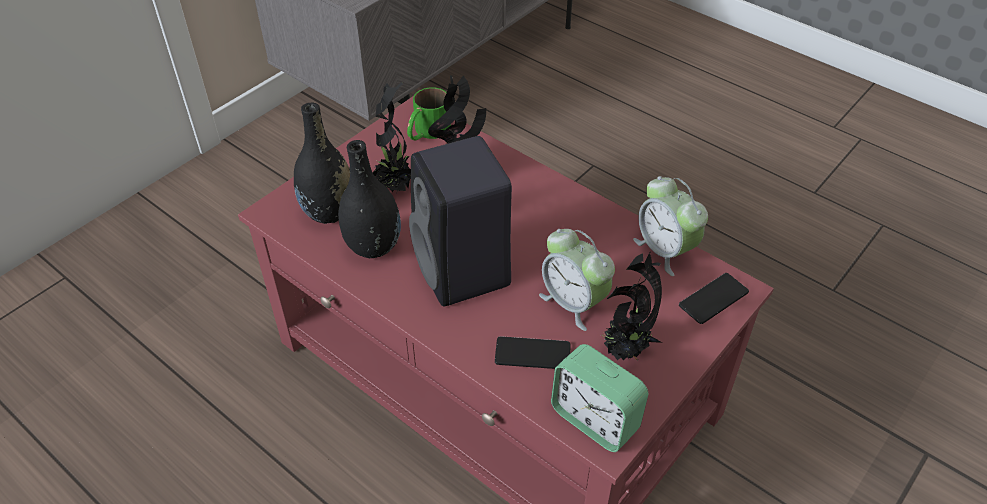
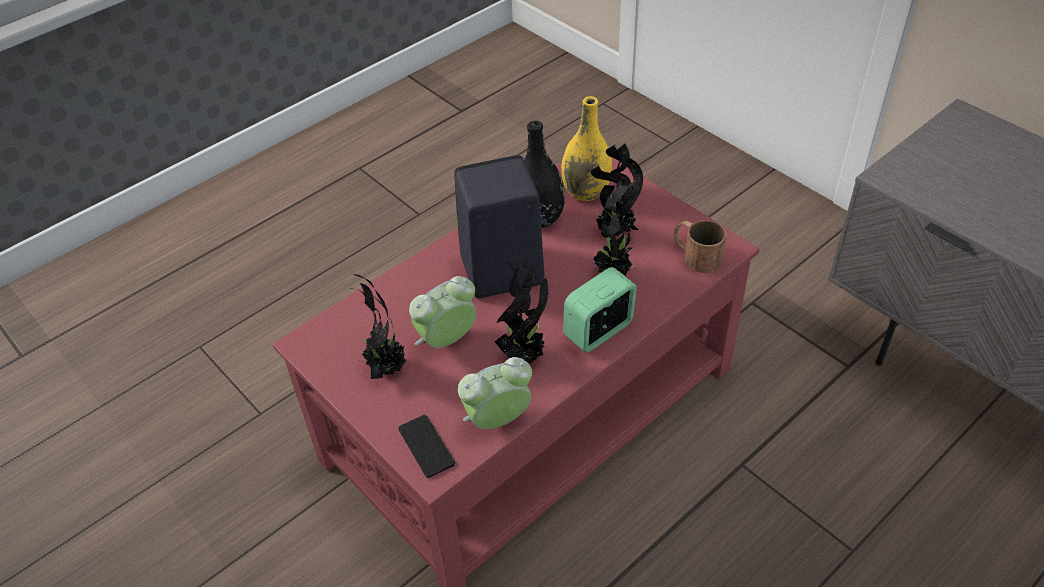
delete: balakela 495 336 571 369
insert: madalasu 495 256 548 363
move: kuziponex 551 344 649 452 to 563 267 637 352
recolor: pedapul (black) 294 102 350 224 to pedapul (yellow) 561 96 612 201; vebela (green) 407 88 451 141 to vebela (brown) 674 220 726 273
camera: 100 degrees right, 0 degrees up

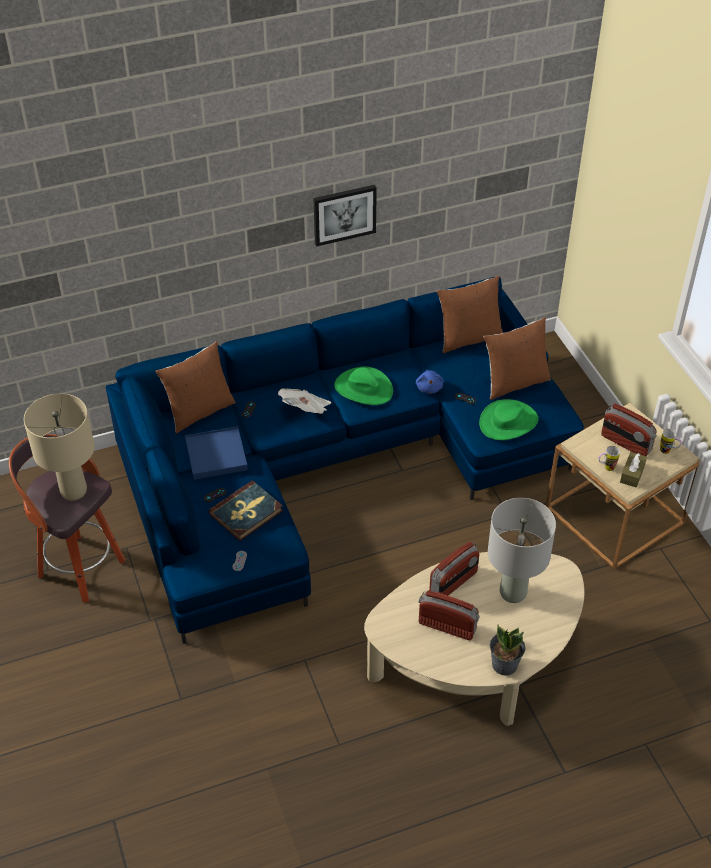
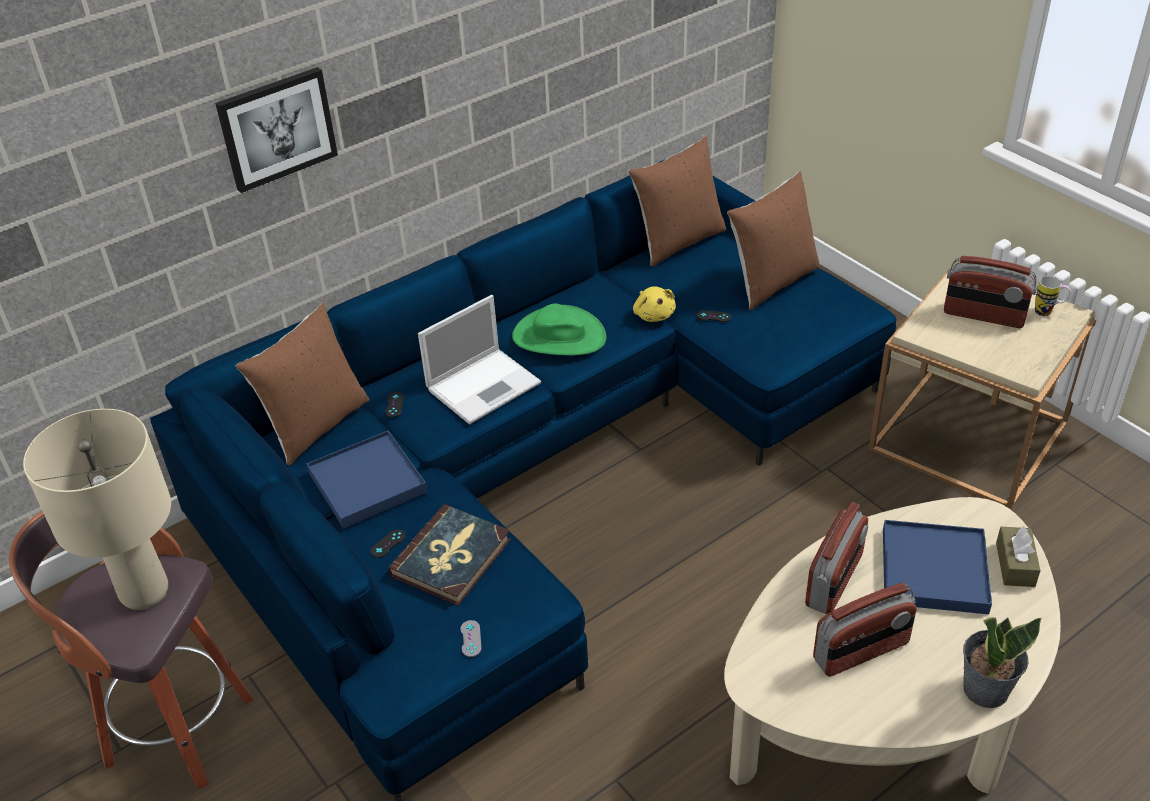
delete: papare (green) 479 399 539 440; vebela 598 446 620 471
move: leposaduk 314 185 377 247 to 215 67 338 193; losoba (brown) 620 452 647 488 to 996 526 1040 587
replace: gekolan 278 389 331 414 to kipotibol 418 295 541 424; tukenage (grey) 488 498 556 603 to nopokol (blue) 883 520 992 614
recolor: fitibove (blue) 416 370 444 394 to fitibove (yellow) 633 286 676 322
rotate: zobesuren 419 590 479 640 = 813 583 917 677 150 degrees clockwise
camera: 15 degrees left, 5 degrees down

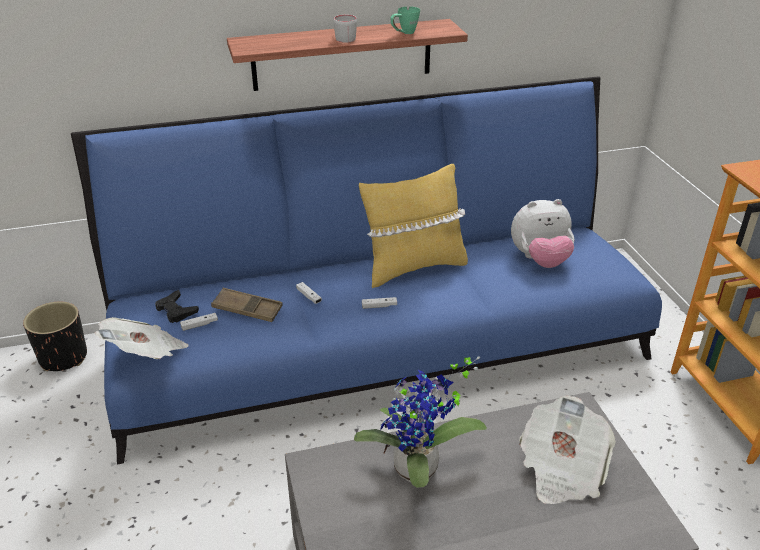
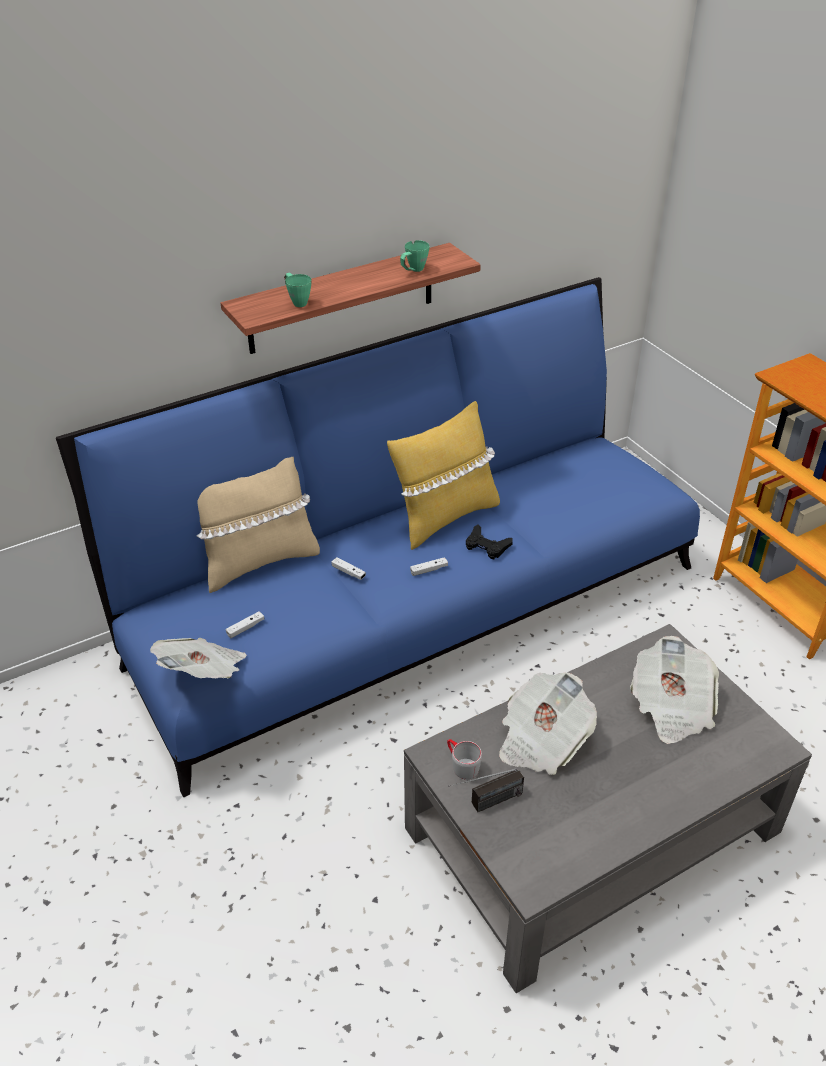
delete: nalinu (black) 23 302 87 371; nopokol (brown) 211 288 283 322; fitibove 511 199 574 268
insert: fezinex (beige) 197 457 320 593; vebela (green) 284 273 312 307; zobesuren 448 768 524 812
move: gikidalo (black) 155 290 199 323 to 466 524 513 559; vebela (grey) 333 15 357 43 to 447 739 482 779
replace: madalasu 354 356 487 488 to gekolan 499 673 597 775
camera: 15 degrees left, 5 degrees up

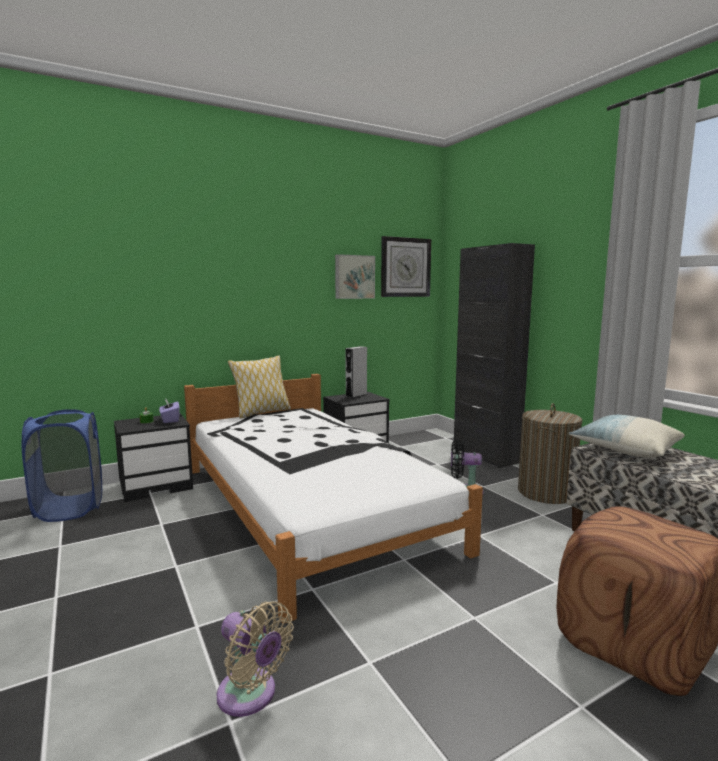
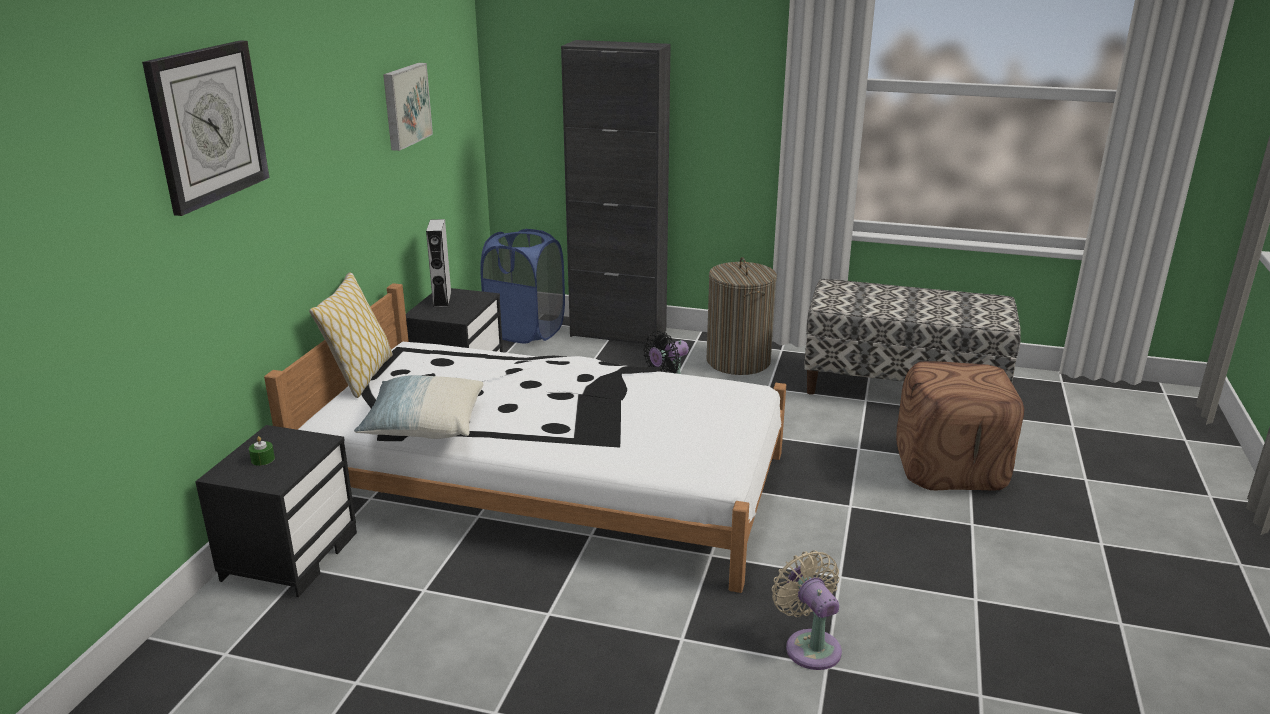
delete: losoba (purple) 159 399 180 423
move: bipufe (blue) 22 409 102 522 to 480 229 565 343; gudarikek 381 236 431 297 to 142 40 269 216; fezinex 569 415 685 458 to 354 375 484 439
rotate: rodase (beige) 217 601 294 717 = 772 551 842 670 105 degrees counterclockwise
camera: 45 degrees left, 15 degrees up

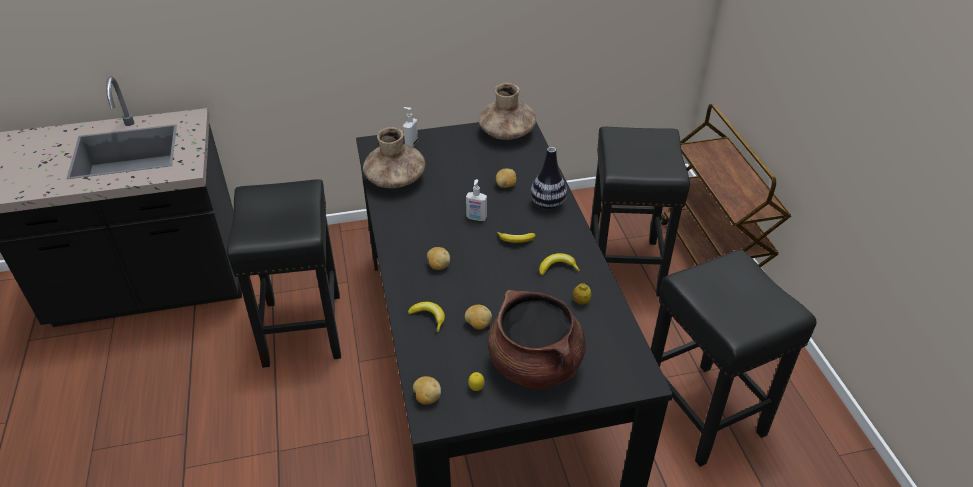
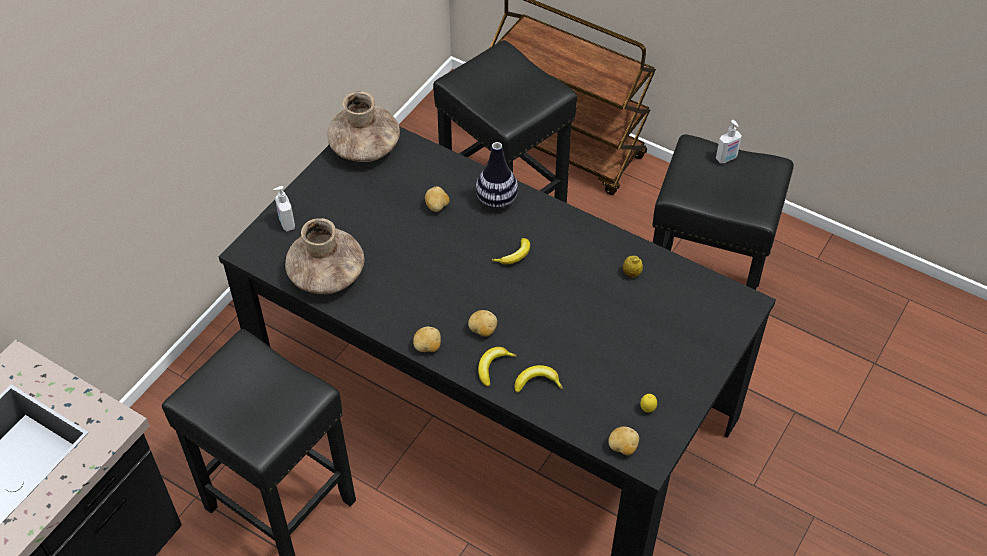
delete: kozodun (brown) 488 290 586 389
move: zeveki 465 305 492 329 to 413 327 441 352; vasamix 466 179 487 221 to 716 120 742 163; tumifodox 539 253 580 276 to 478 347 516 387
camera: 45 degrees left, 10 degrees up

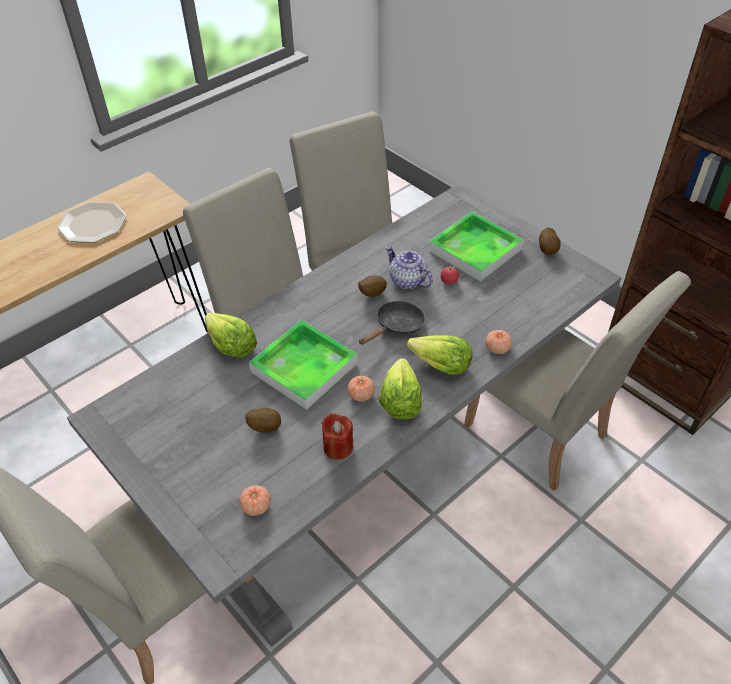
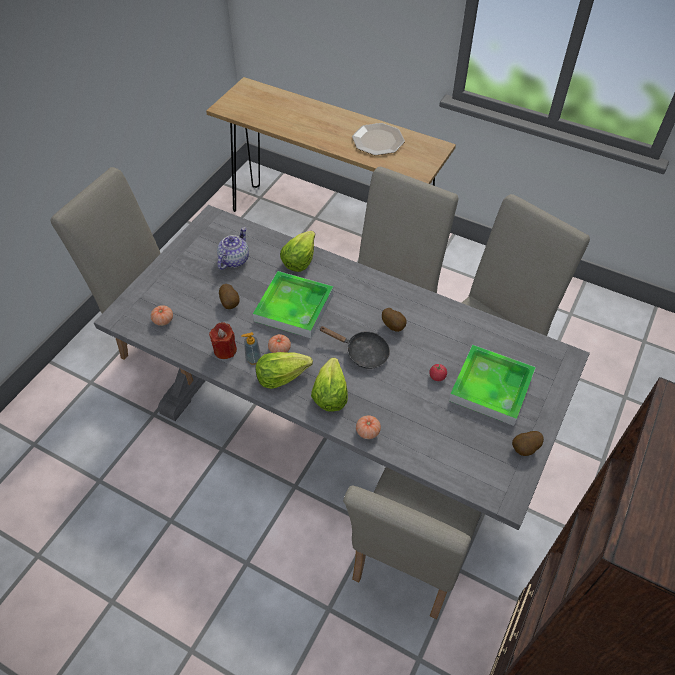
insert: vasamix 241 332 261 365
move: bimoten 385 246 433 289 to 217 227 249 270
camera: 70 degrees right, 5 degrees up

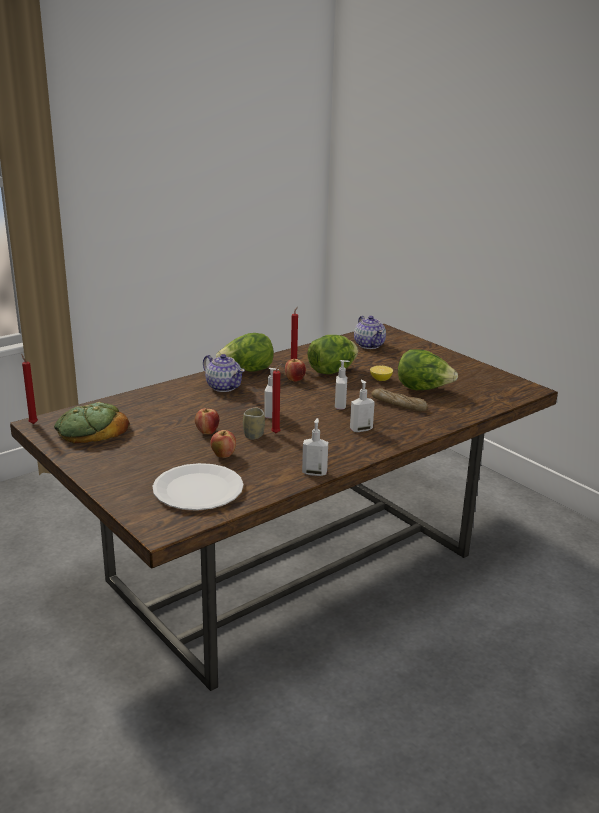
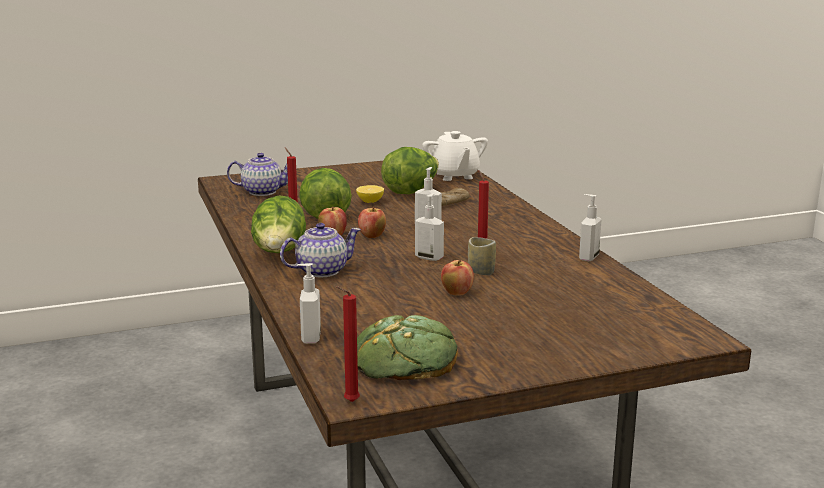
delete: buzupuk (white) 152 463 243 510
insert: bimoten (white) 422 131 488 181
move: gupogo 210 430 236 458 to 358 207 386 238; vasamix 350 379 375 432 to 297 263 321 344
camera: 70 degrees left, 5 degrees down

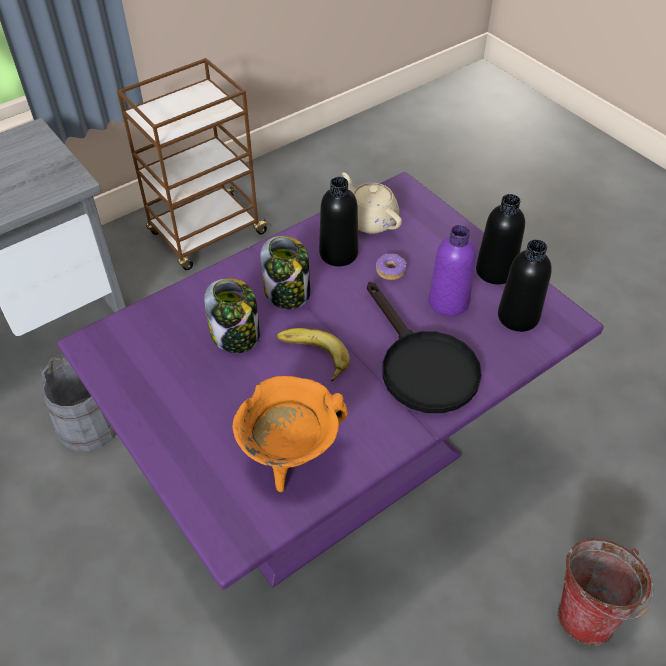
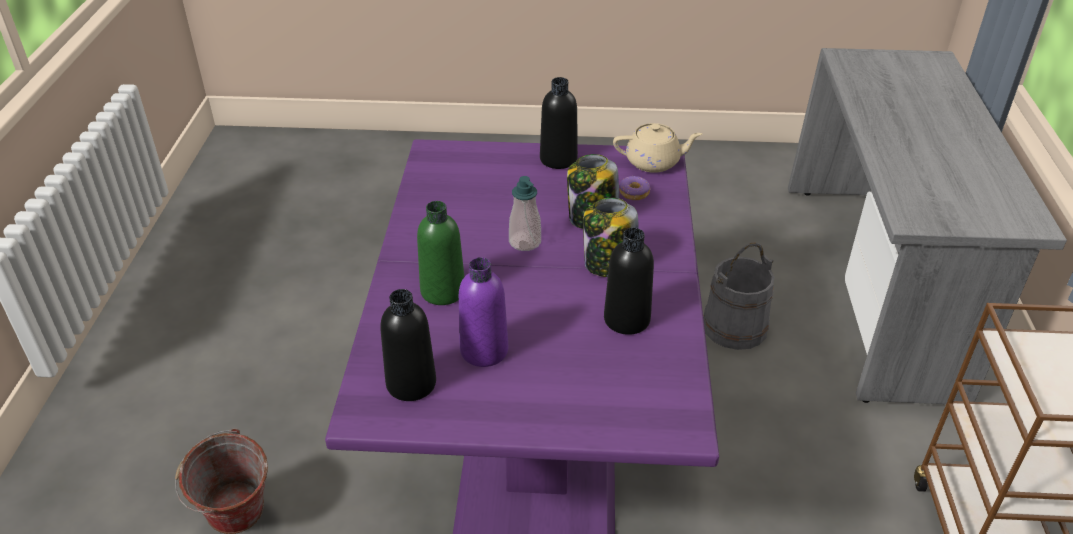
delete: kozodun (orange) 232 376 348 492
move: bimoten (beige) 342 172 402 234 to 613 123 702 173; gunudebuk 376 253 406 280 to 619 176 650 200; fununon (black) 476 194 525 285 to 540 77 578 169
replace: tumifodox 277 328 350 381 to vasamix 509 176 541 251; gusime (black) 367 282 482 413 to fununon (green) 417 201 465 305
camera: 130 degrees right, 10 degrees down

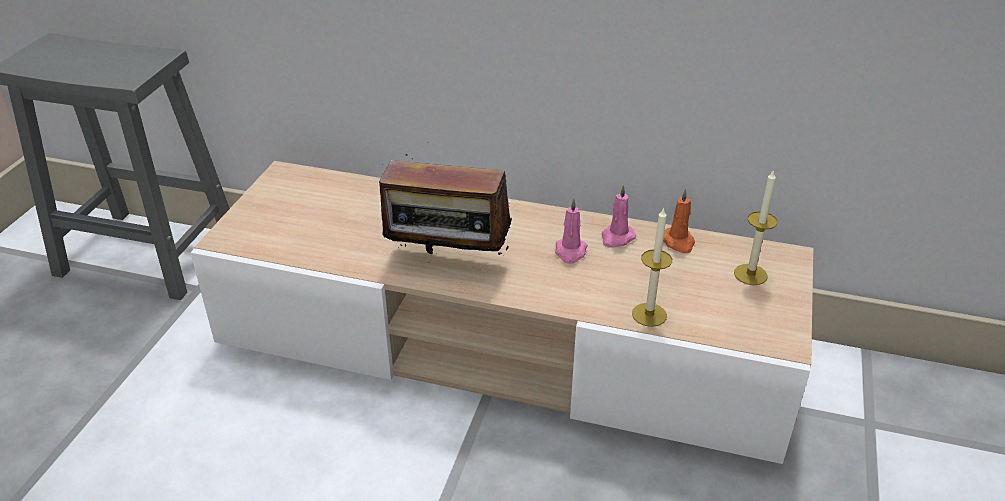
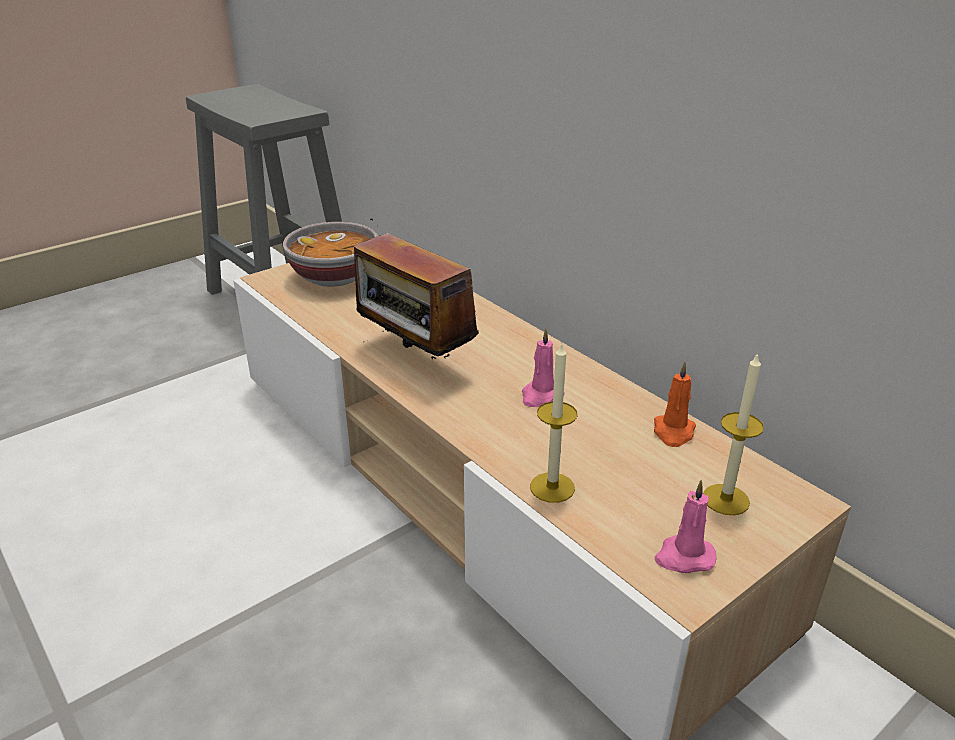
insert: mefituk 283 222 378 287
move: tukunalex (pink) 601 185 636 248 to 655 480 717 573
camera: 35 degrees right, 5 degrees down

